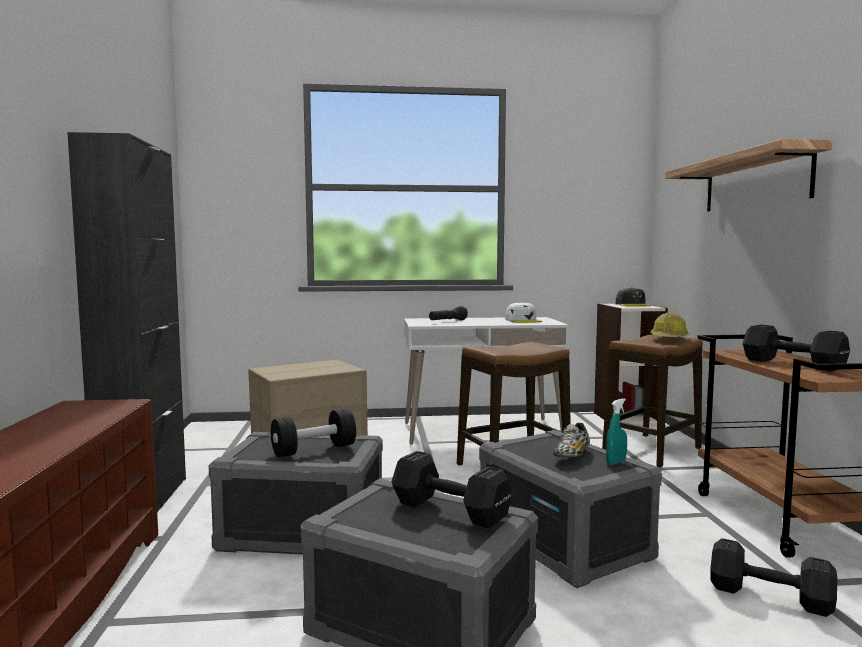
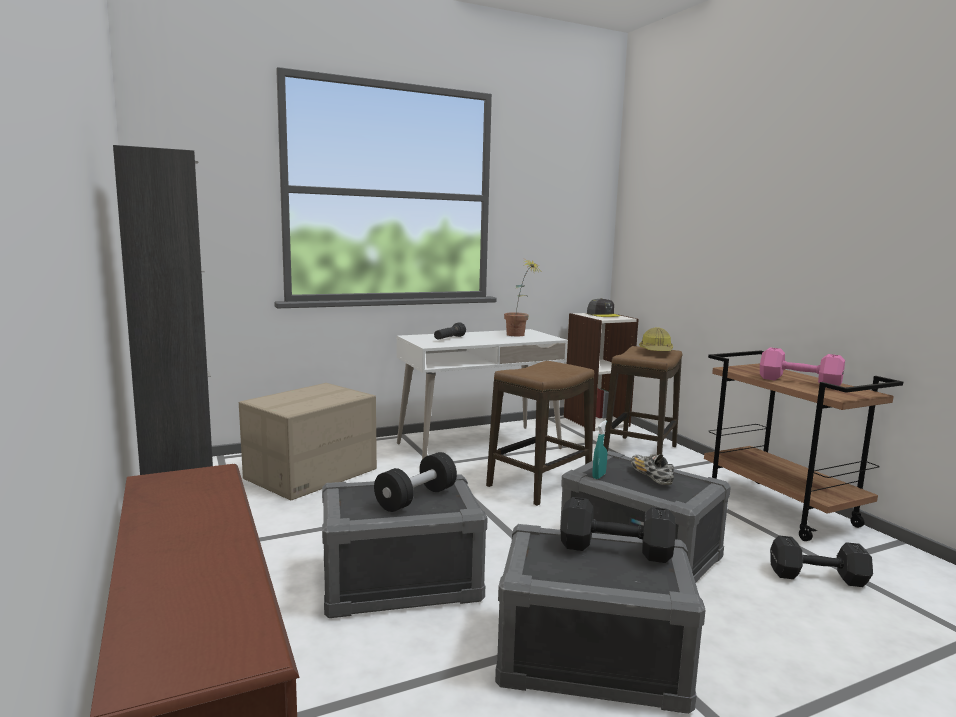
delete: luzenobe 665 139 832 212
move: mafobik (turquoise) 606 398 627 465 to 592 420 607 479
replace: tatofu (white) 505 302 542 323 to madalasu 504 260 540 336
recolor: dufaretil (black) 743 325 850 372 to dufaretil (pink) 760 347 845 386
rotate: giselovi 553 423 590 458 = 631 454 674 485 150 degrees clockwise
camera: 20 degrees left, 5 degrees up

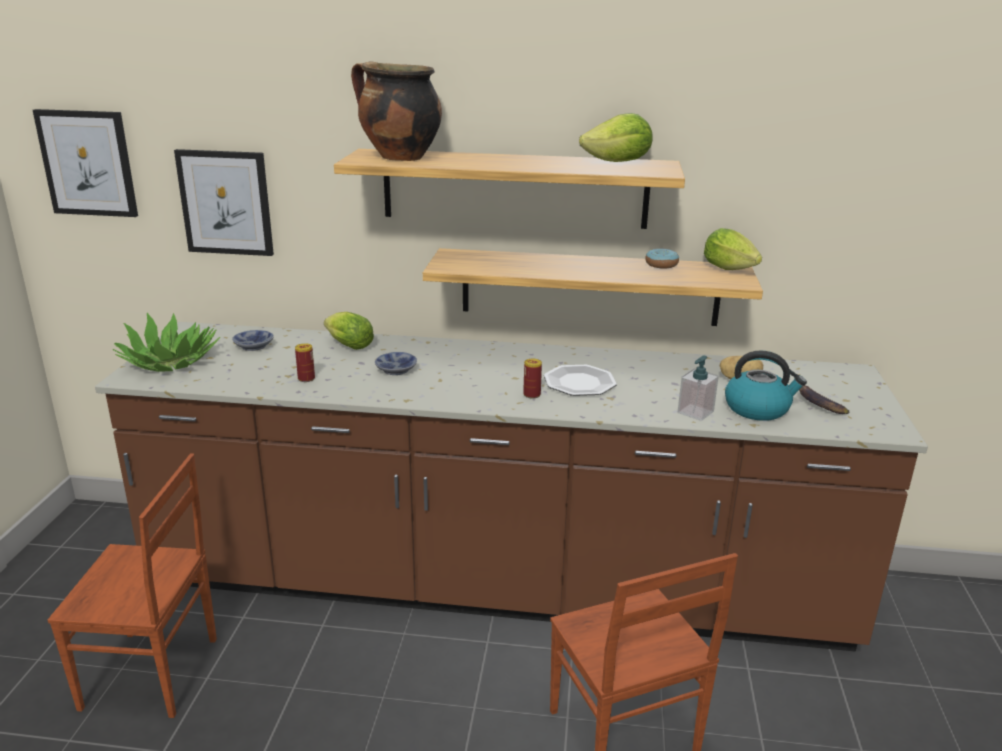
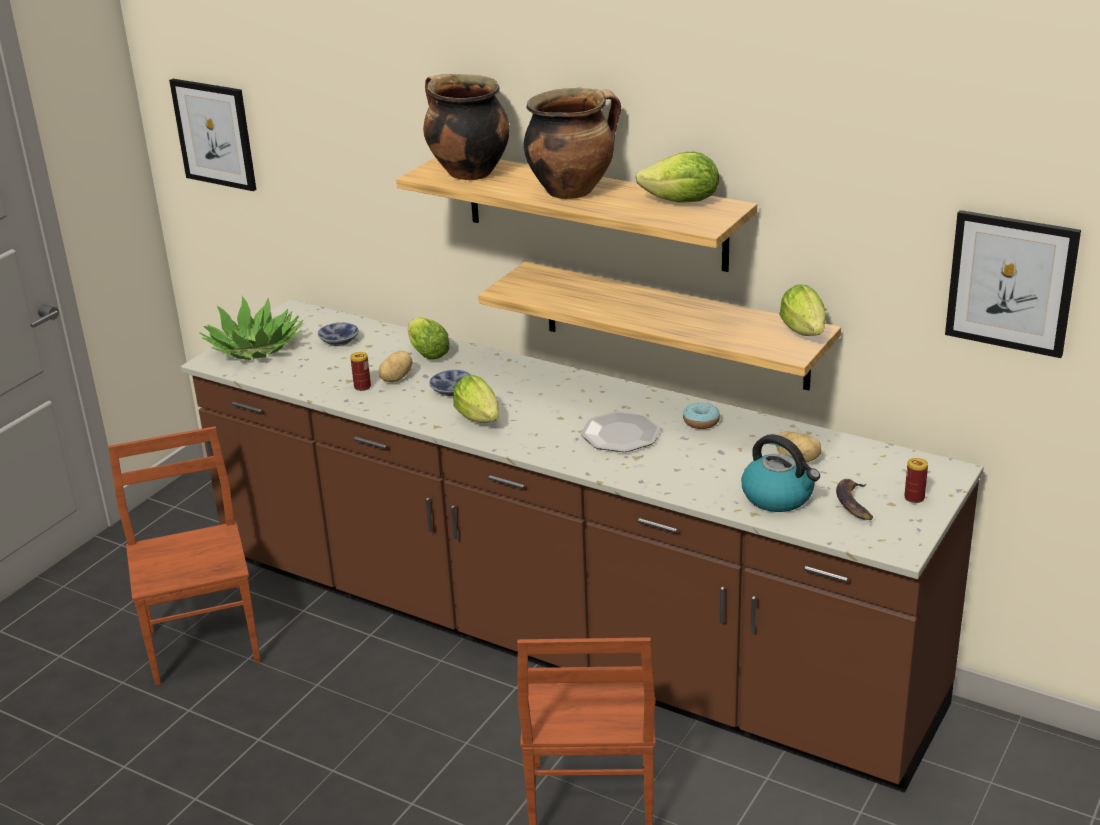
delete: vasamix 678 356 719 421
insert: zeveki 378 350 413 382; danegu 453 375 499 423; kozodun 524 88 621 199
move: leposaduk 174 149 274 256 to 945 210 1081 358; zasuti 523 359 542 398 to 904 458 928 503; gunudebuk 645 248 679 269 to 683 403 720 429
rotate: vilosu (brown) 48 453 217 718 = 108 426 261 686 135 degrees counterclockwise
camera: 25 degrees right, 5 degrees up

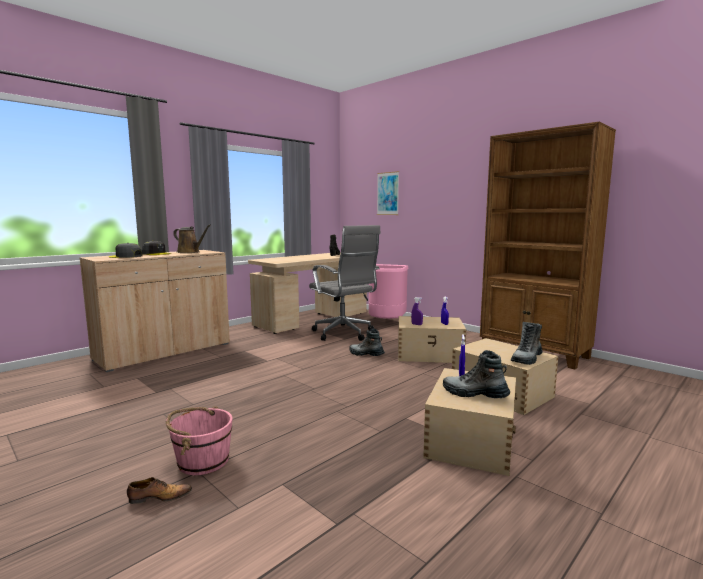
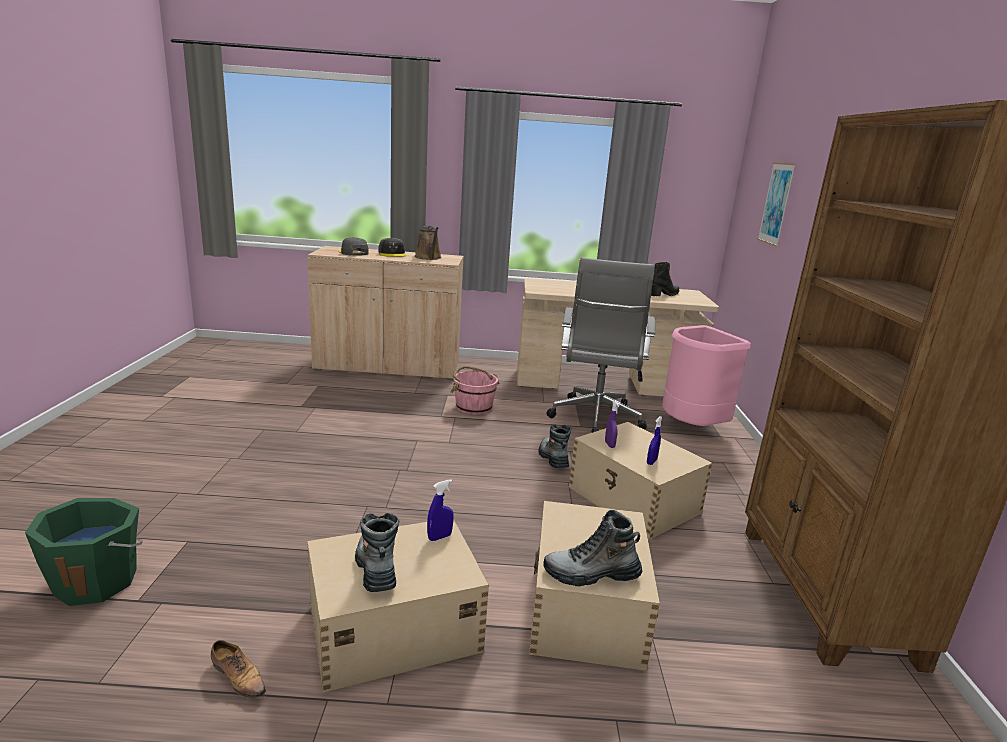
insert: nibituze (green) 25 498 143 606
move: giselovi 127 477 192 504 to 211 640 266 699; nibituze (pink) 166 406 233 475 to 451 366 499 415
camera: 45 degrees right, 10 degrees up

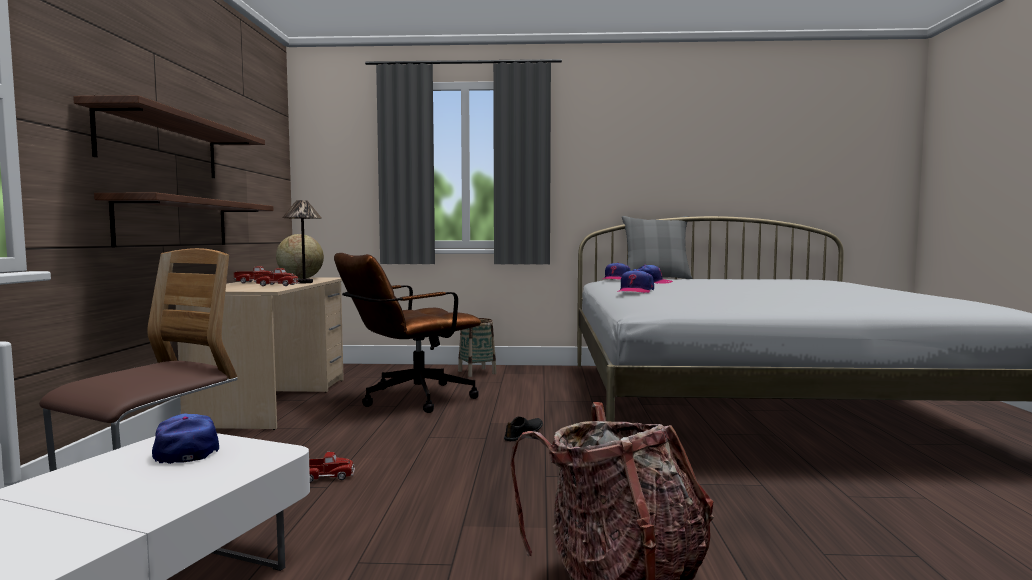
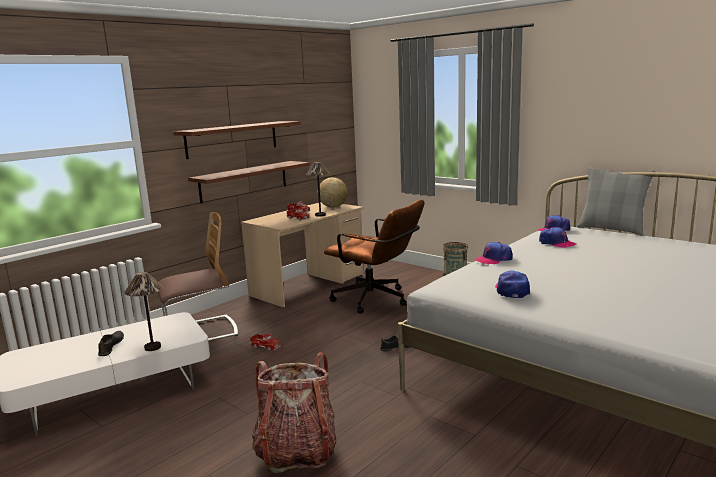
insert: giselovi (black) 98 331 124 356; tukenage 124 272 163 351
move: tatofu 152 414 219 464 to 495 271 530 298
rotate: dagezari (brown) 334 253 481 413 = 324 200 425 314 150 degrees counterclockwise
camera: 40 degrees right, 10 degrees up

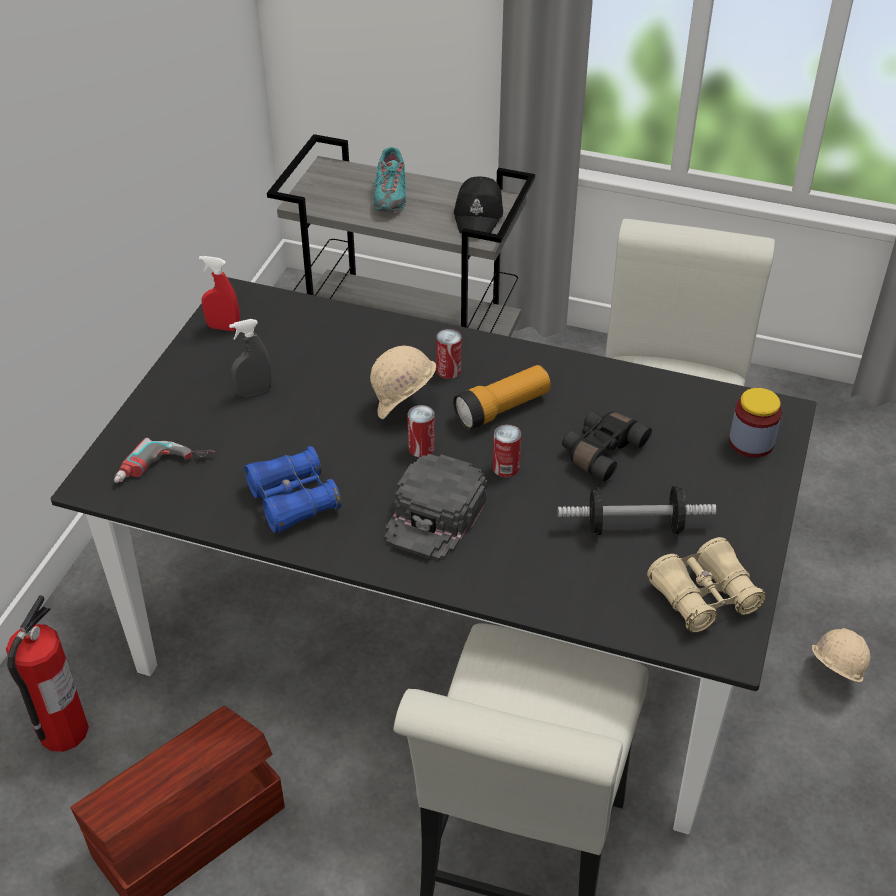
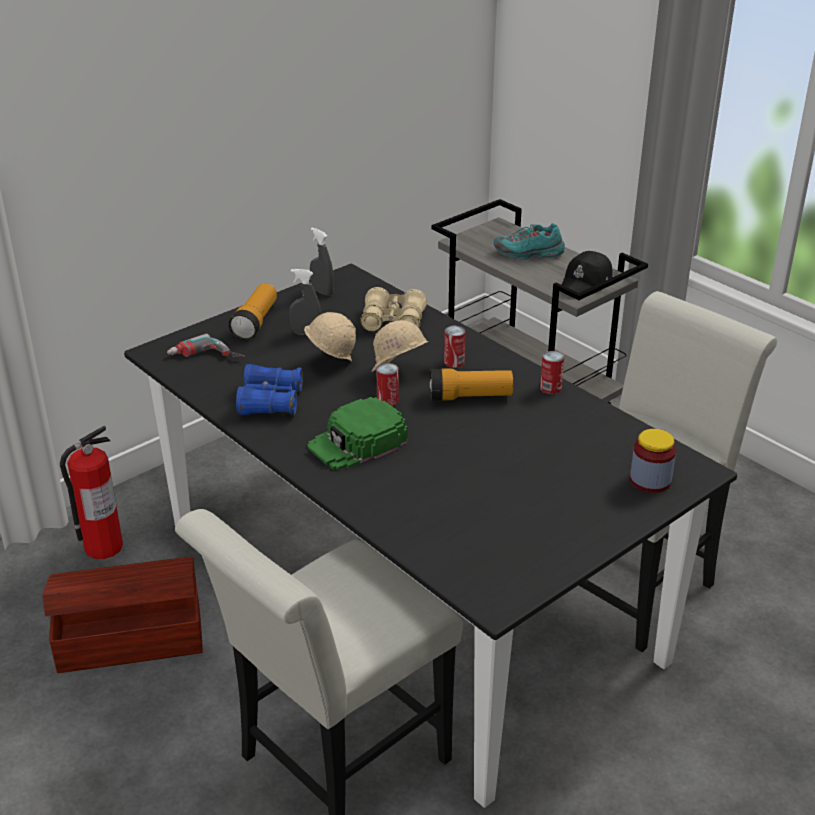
delete: dufaretil 558 486 716 535; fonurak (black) 562 411 652 483
insert: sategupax 229 283 277 340
move: zasuti 493 425 521 477 to 540 351 564 394; fonurak (beige) 647 537 766 633 to 360 287 427 332; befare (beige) 811 628 870 682 to 304 312 356 362
recolor: mafobik (red) 199 256 240 331 to mafobik (grey) 310 228 334 296; tatofu (black) 384 454 487 561 to tatofu (green) 307 397 408 470
rotate: giselovi (turquoise) 373 147 406 212 = 494 223 565 260 60 degrees clockwise
camera: 30 degrees right, 10 degrees down

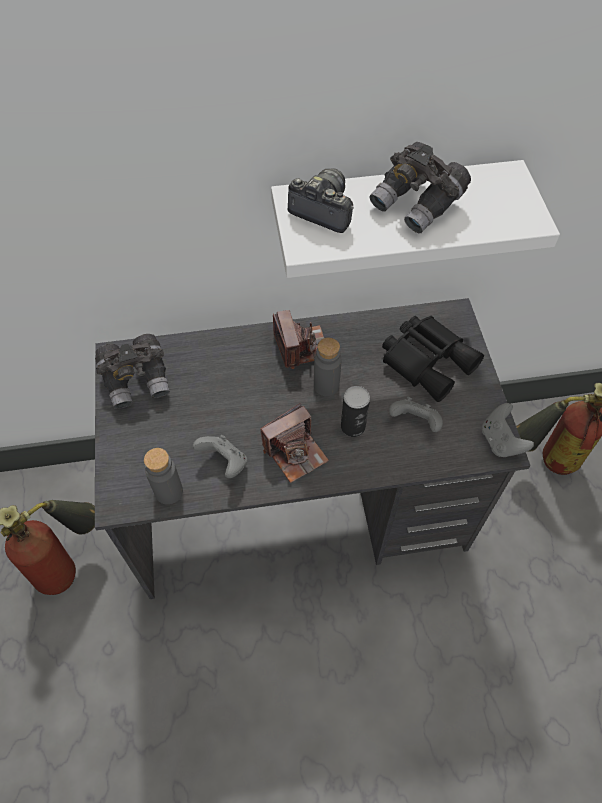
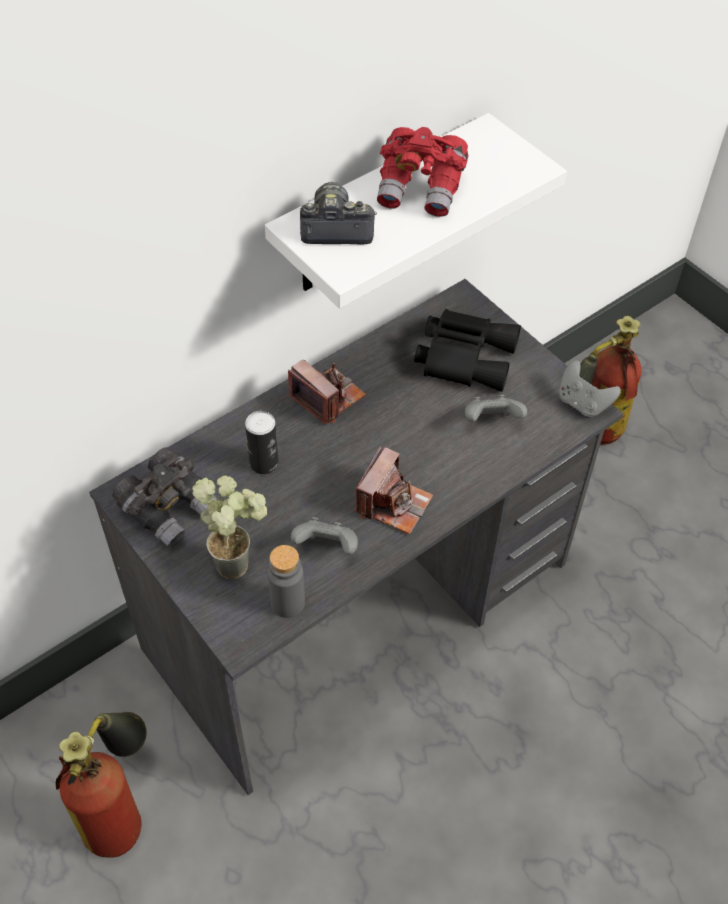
delete: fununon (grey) 314 338 341 396
insert: madalasu 192 475 267 579
move: zasuti 341 386 370 437 to 245 411 279 474
recolor: fonurak (grey) 369 142 471 233 to fonurak (red) 377 127 468 217
camera: 30 degrees left, 5 degrees down

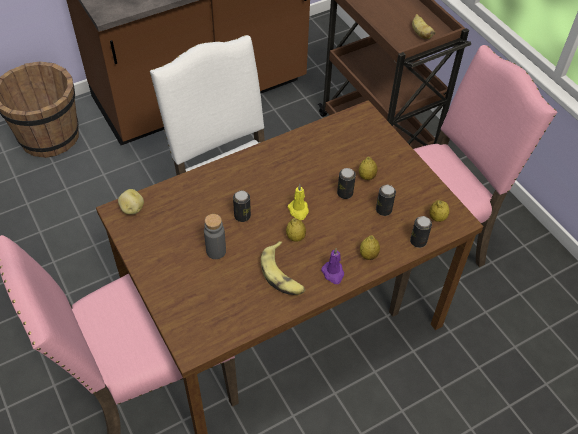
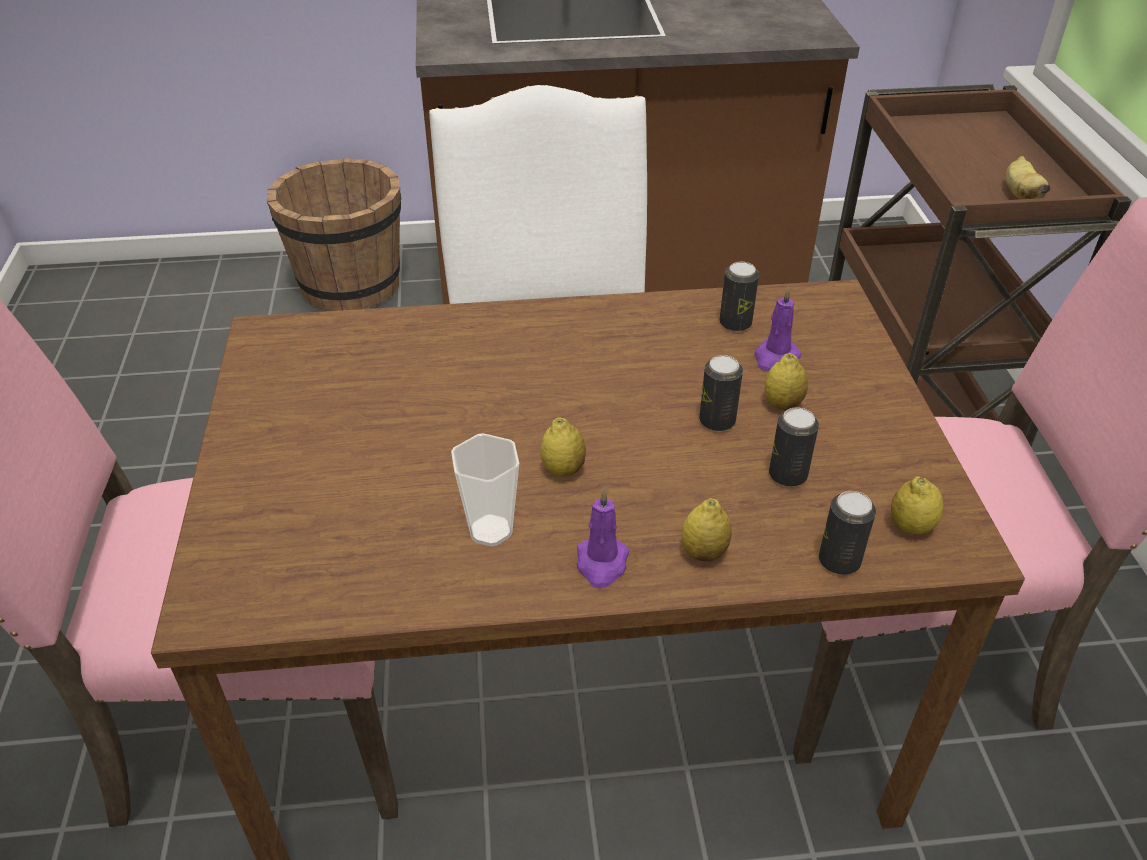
delete: zeveki 118 189 144 214; fununon (grey) 204 214 226 259; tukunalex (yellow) 288 184 309 220
insert: tukunalex (purple) 754 286 801 371
move: zasuti 233 190 251 222 to 719 262 759 332
replace: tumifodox 261 241 305 295 to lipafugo 451 433 519 547
camera: 25 degrees right, 10 degrees down

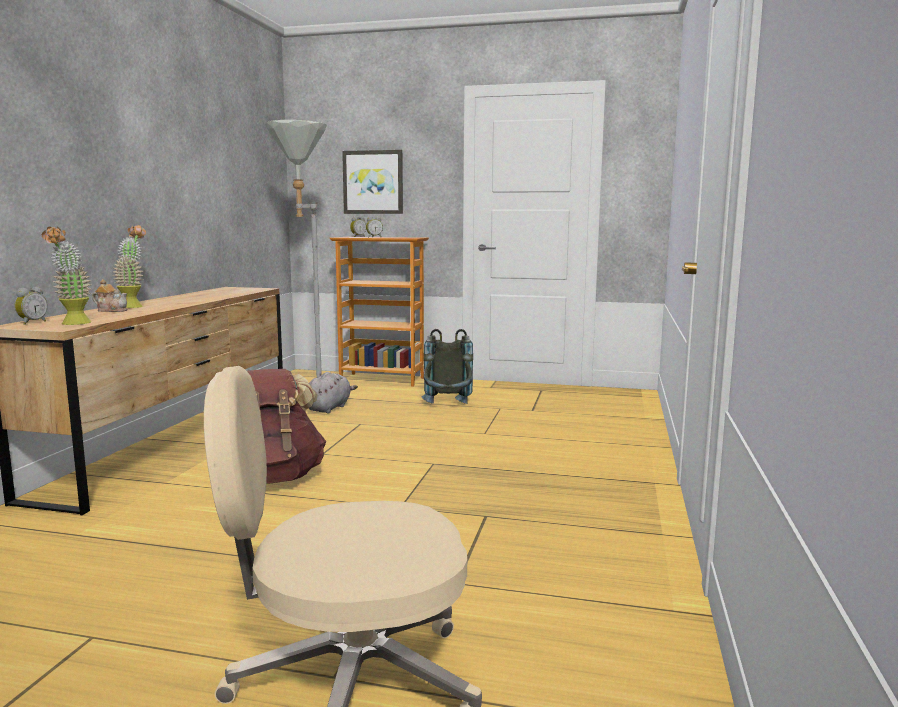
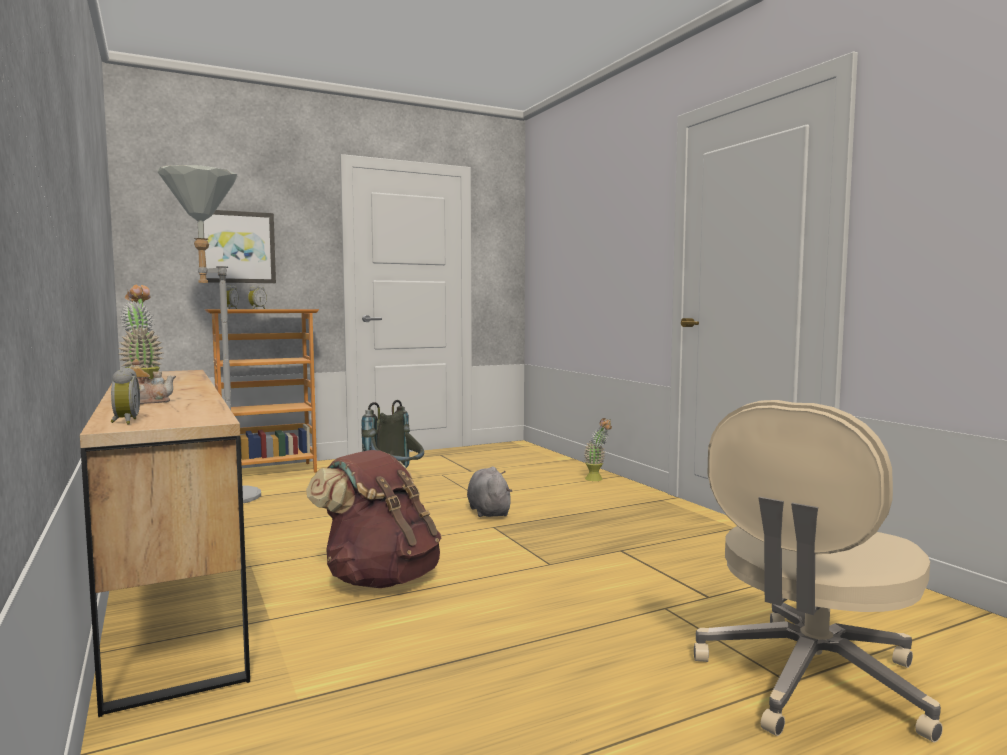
move: madalasu 42 227 92 325 to 584 418 612 481; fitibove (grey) 309 372 358 414 to 467 467 512 517
camera: 40 degrees left, 5 degrees down

